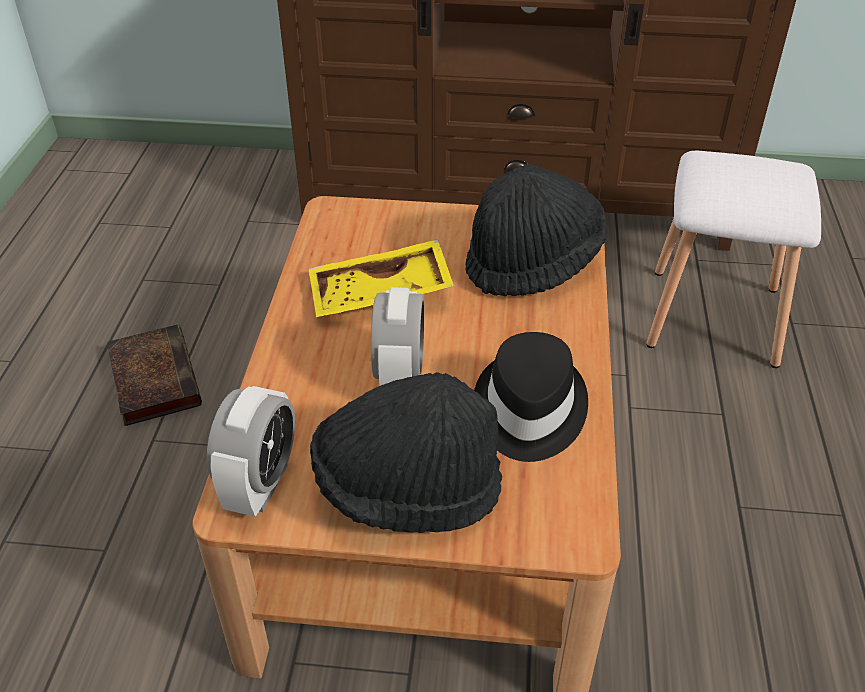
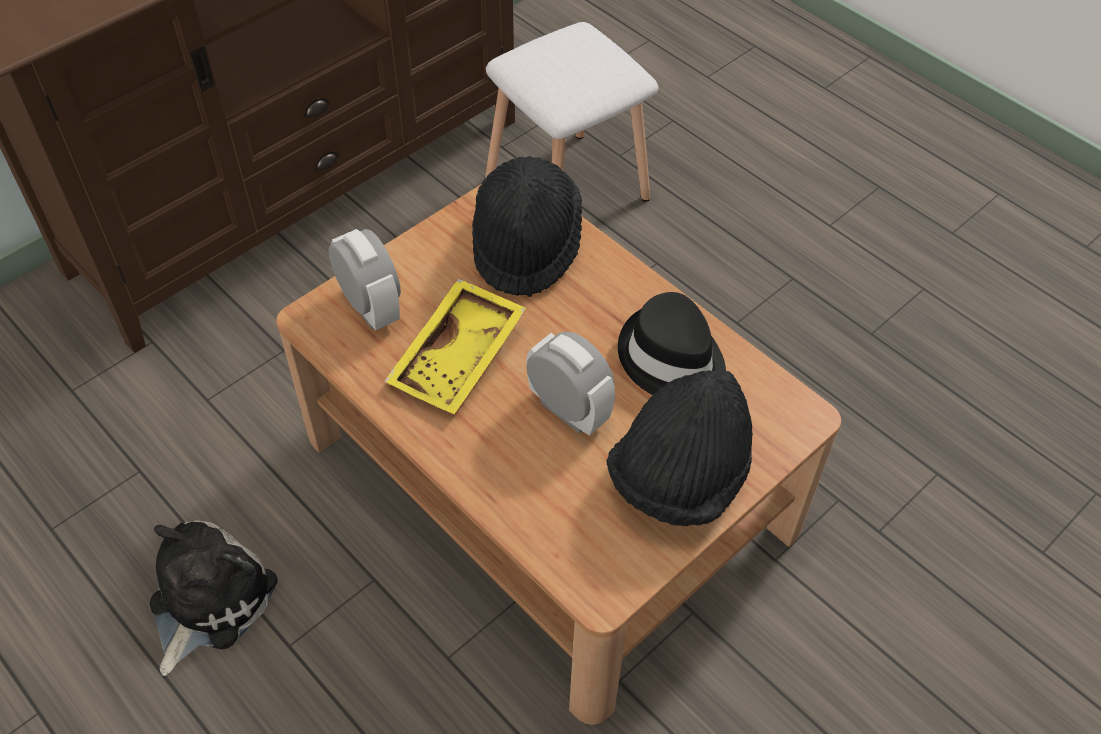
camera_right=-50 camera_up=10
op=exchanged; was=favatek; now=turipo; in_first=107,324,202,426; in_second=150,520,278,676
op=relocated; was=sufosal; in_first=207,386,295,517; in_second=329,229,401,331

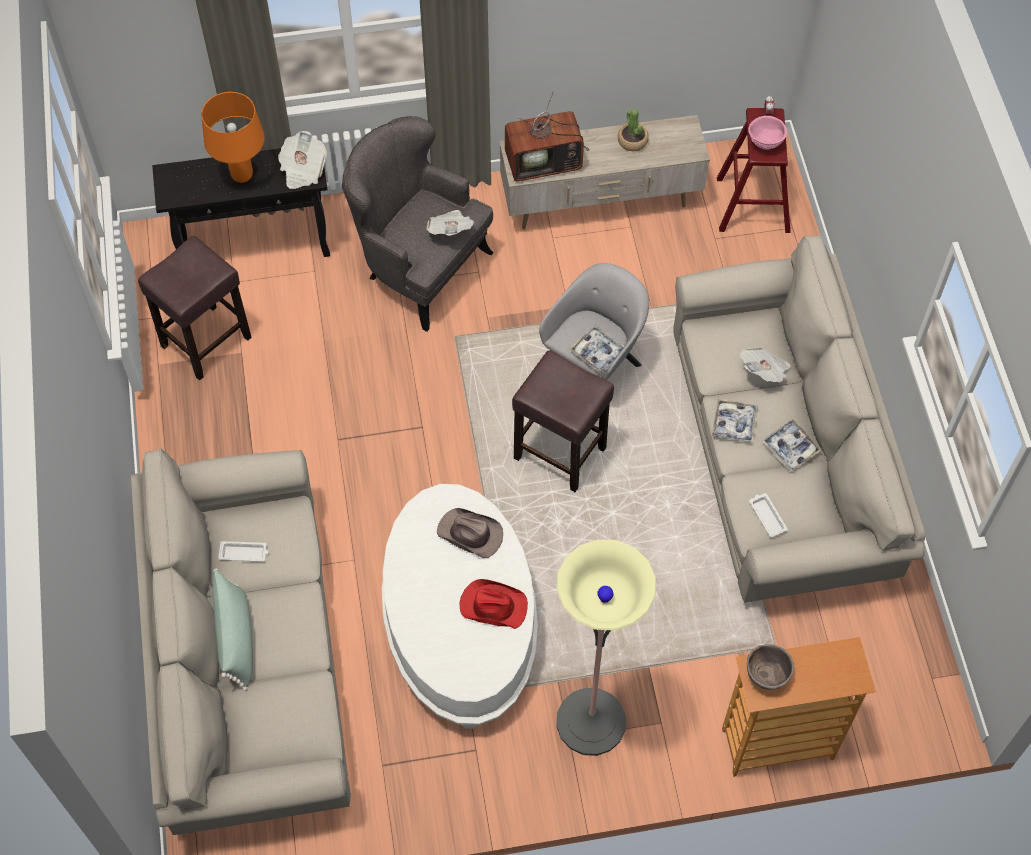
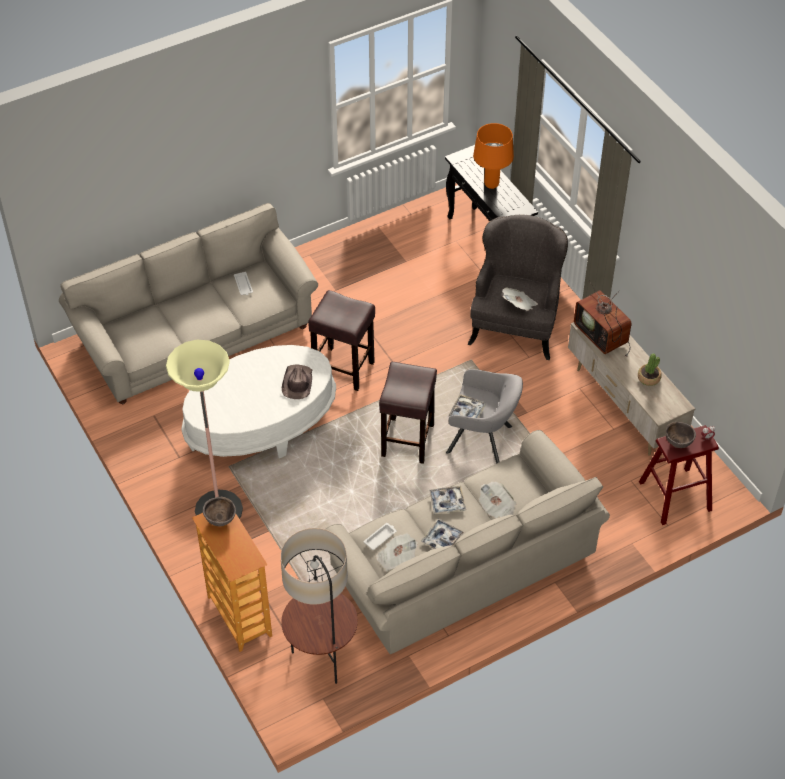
camera_right=70 camera_up=-10
op=colour; was=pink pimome; now=brown pimome; in_first=748,116,787,150; in_second=666,422,696,448
op=relocated; was=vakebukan; in_first=278,131,327,189; in_second=376,533,418,572
op=relocated; was=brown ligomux; in_first=138,236,252,380; in_second=308,290,375,391
op=missing; was=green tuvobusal; in_first=213,569,253,691
op=missing; was=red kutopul; in_first=459,579,528,629
op=appeared; now=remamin; in_second=281,528,358,684

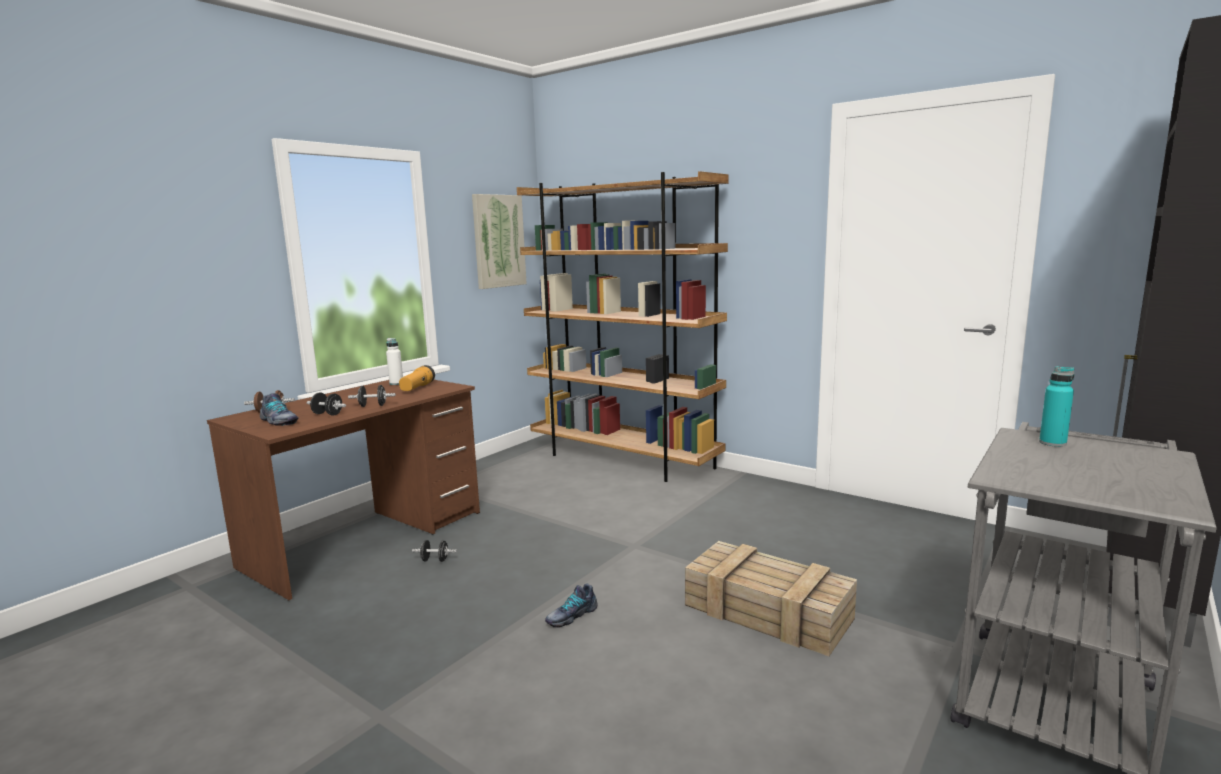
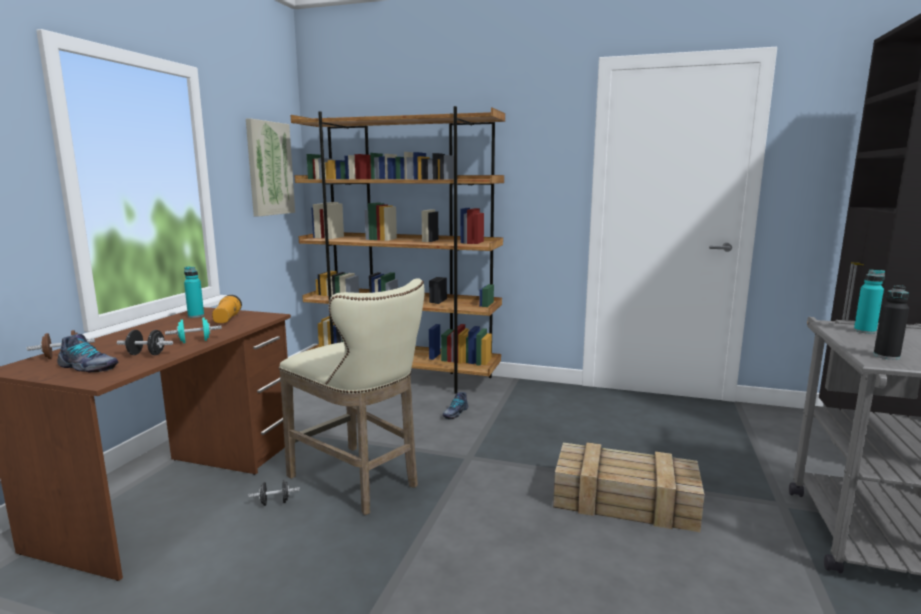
camera_right=-20 camera_up=0
op=colour; was=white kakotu; now=turquoise kakotu; in_first=386,338,403,385; in_second=184,266,204,318
op=colour; was=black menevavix; now=turquoise menevavix; in_first=348,385,396,407; in_second=165,317,222,343
op=relocated; was=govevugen; in_first=545,584,598,628; in_second=442,392,469,420
op=appeared; now=beige ligomux; in_second=279,278,425,515
op=appeared; now=black kakotu; in_second=873,285,909,360

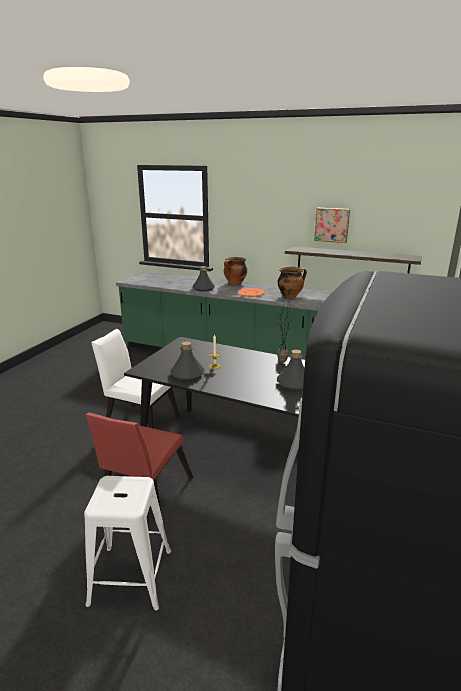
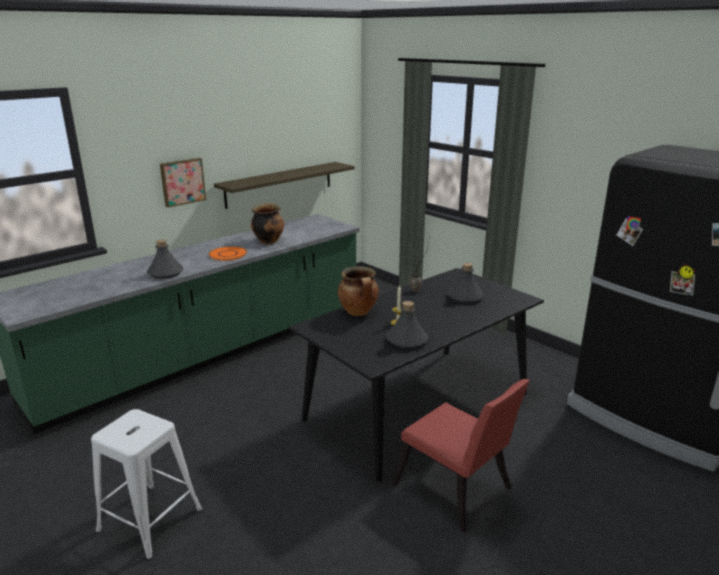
camera_right=-65 camera_up=0
op=relocated; was=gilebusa; in_first=314,208,350,243; in_second=160,158,206,207
op=relocated; was=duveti; in_first=224,257,247,285; in_second=338,266,379,316
op=missing; was=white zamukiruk; in_first=91,329,180,429
op=relocated; was=white ligomux; in_first=84,476,171,611; in_second=91,409,203,560

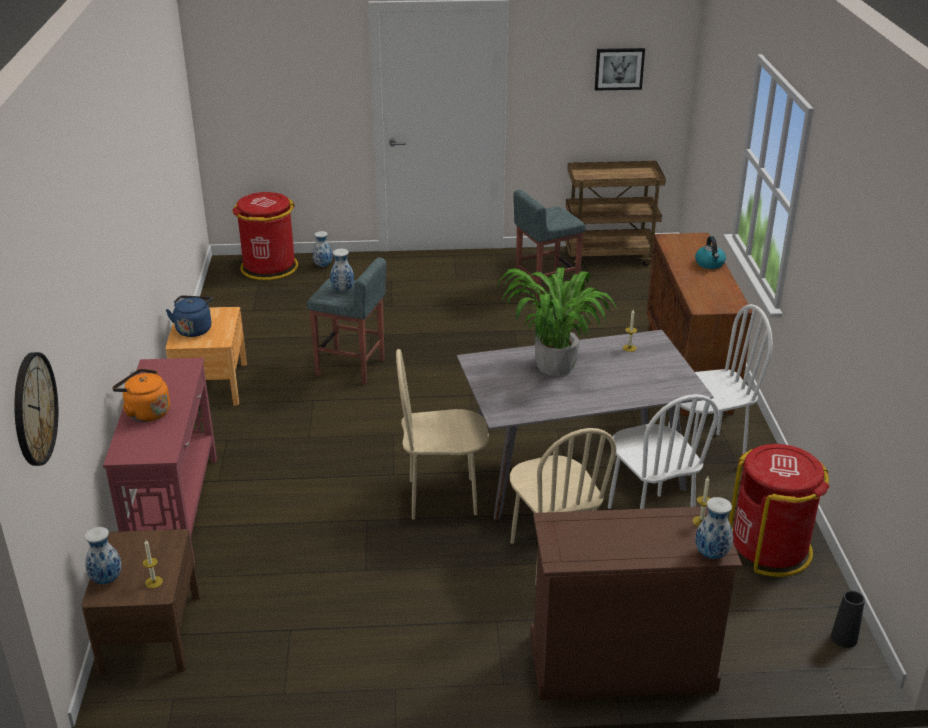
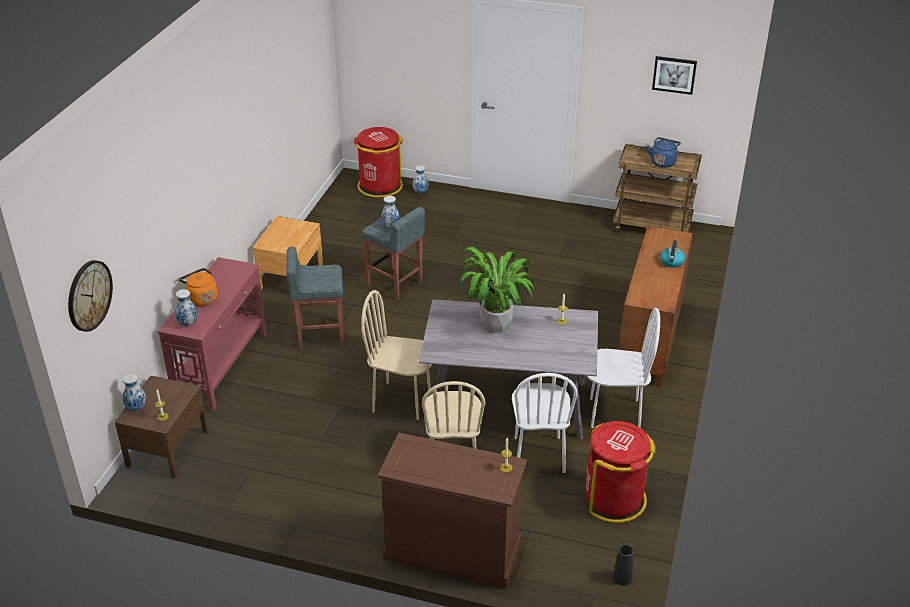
camera_right=20 camera_up=5
op=relocated; was=grey ligomux; in_first=513,190,586,301; in_second=286,247,344,349
op=relocated; was=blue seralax; in_first=166,296,213,337; in_second=647,137,681,168
op=relocated; was=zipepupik; in_first=695,497,733,559; in_second=175,289,198,326

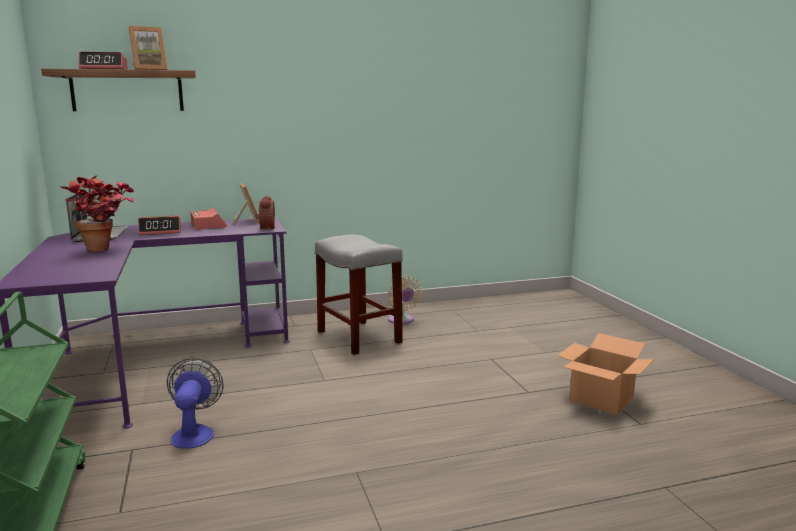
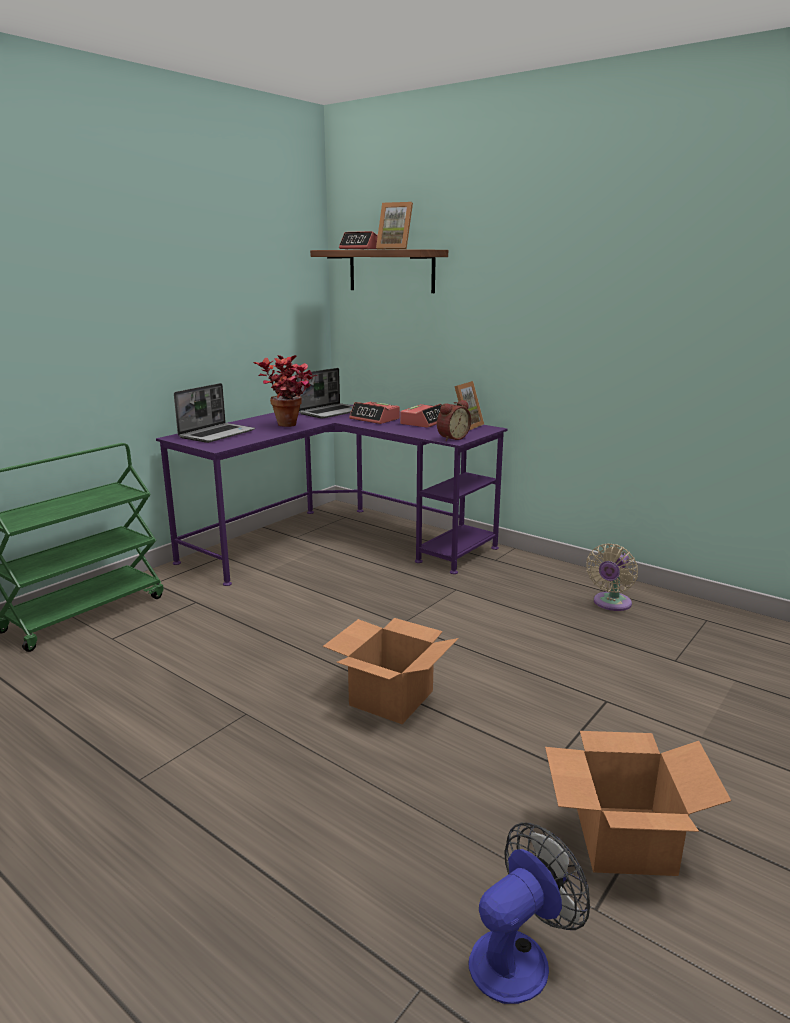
camera_right=55 camera_up=5
op=missing; was=grey ligomux; in_first=315,234,403,355
op=relocated; was=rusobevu; in_first=167,358,223,449; in_second=468,823,590,1004
op=appeared; now=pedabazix; in_second=174,383,255,443
op=appeared; now=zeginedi; in_second=323,618,459,724

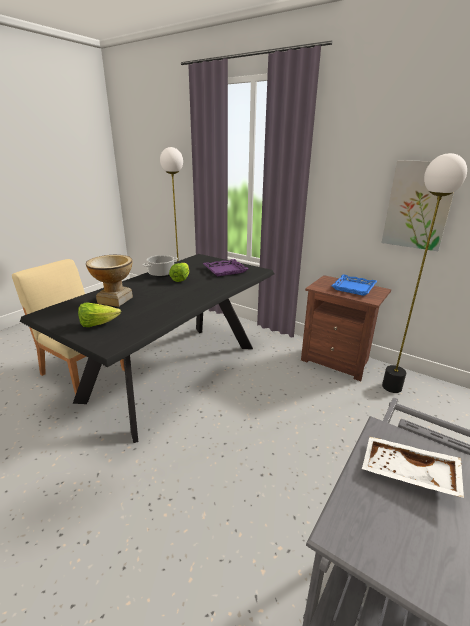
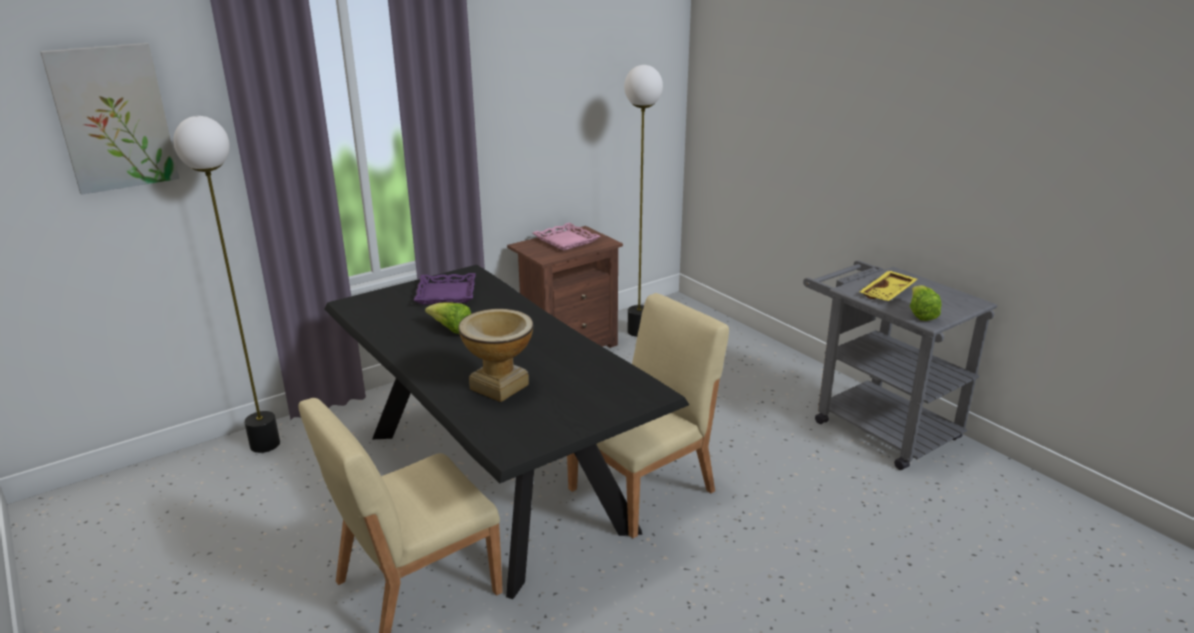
camera_right=-70 camera_up=0
op=relocated; was=gilebusa; in_first=381,160,454,251; in_second=40,43,179,195
op=missing; was=duveti; in_first=142,255,178,277
op=colour; was=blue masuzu; now=pink masuzu; in_first=331,274,377,296; in_second=533,223,600,251
op=relocated; was=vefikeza; in_first=78,302,121,327; in_second=910,285,941,321
op=colour; was=white masuzu; now=yellow masuzu; in_first=362,437,464,498; in_second=859,270,918,301
op=appeared; now=beige zamukiruk; in_second=567,293,729,538

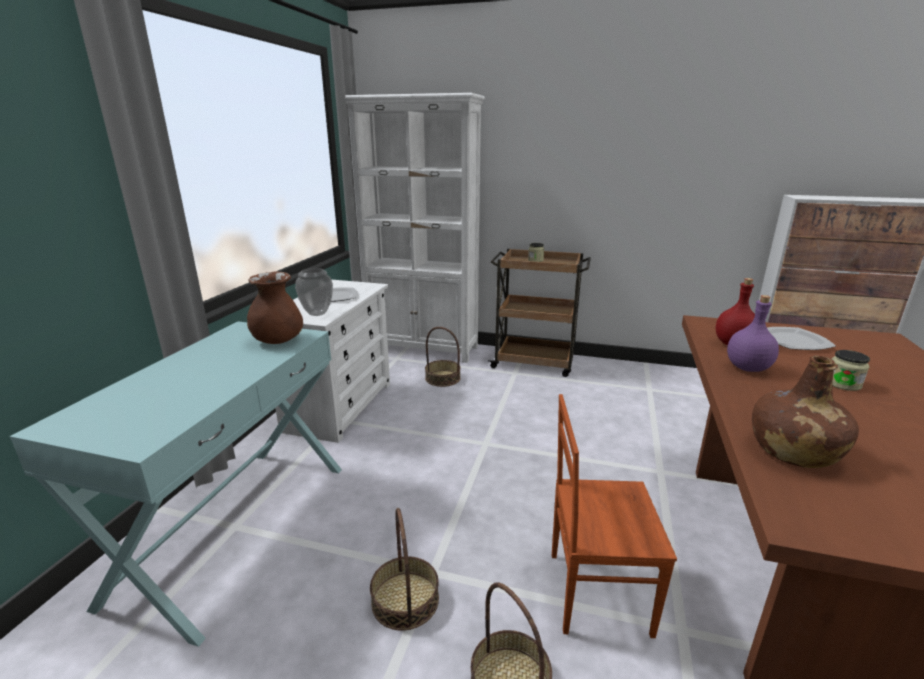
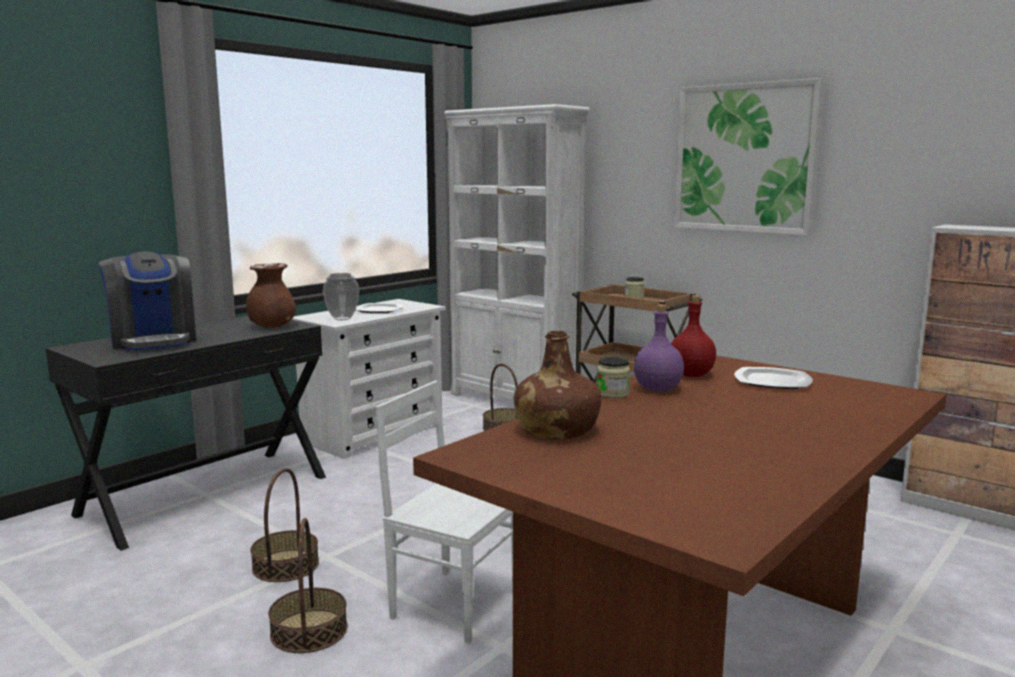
camera_right=25 camera_up=-10
op=colour; was=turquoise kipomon; now=black kipomon; in_first=9,321,342,647; in_second=45,316,326,551
op=relocated; was=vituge; in_first=832,350,870,391; in_second=597,357,630,398
op=colour; was=brown zamukiruk; now=white zamukiruk; in_first=552,394,677,638; in_second=376,381,513,644
op=appeared; now=gilebusa; in_second=674,78,823,235
op=appeared; now=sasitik; in_second=98,251,196,351

